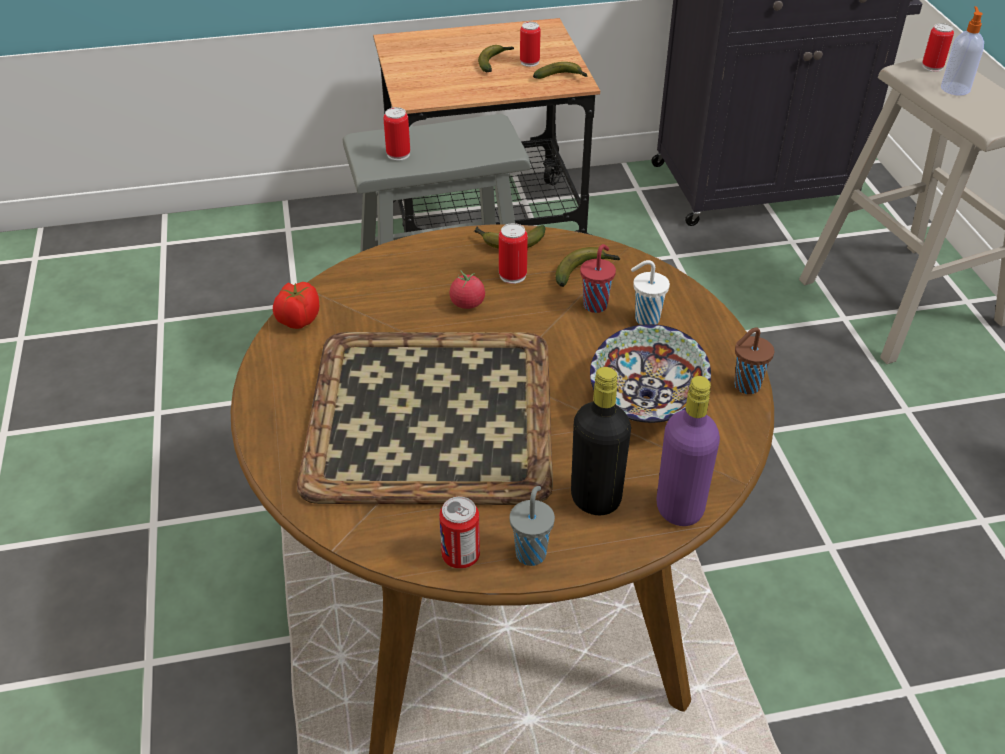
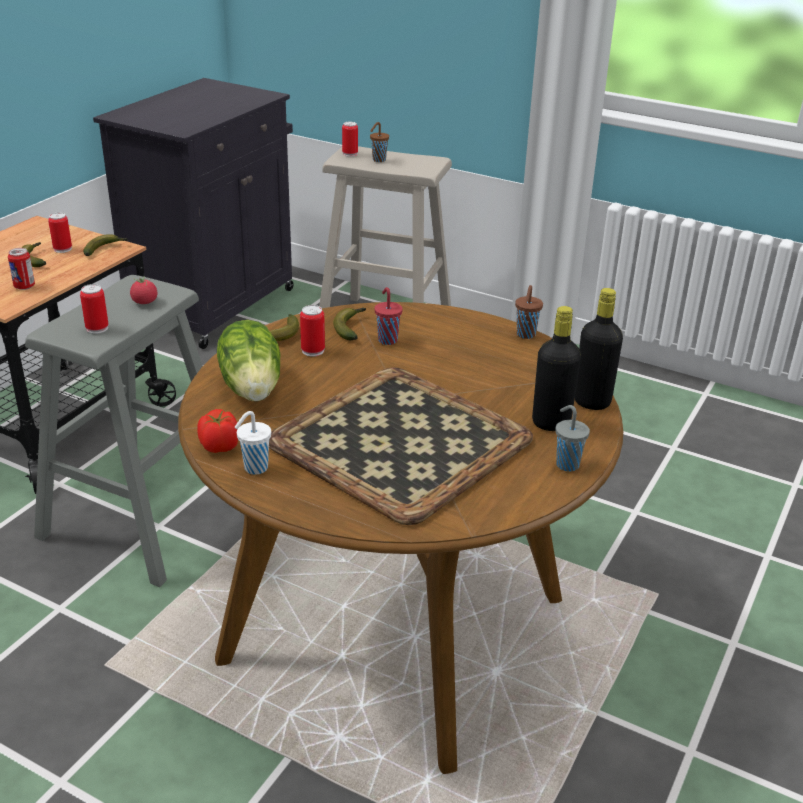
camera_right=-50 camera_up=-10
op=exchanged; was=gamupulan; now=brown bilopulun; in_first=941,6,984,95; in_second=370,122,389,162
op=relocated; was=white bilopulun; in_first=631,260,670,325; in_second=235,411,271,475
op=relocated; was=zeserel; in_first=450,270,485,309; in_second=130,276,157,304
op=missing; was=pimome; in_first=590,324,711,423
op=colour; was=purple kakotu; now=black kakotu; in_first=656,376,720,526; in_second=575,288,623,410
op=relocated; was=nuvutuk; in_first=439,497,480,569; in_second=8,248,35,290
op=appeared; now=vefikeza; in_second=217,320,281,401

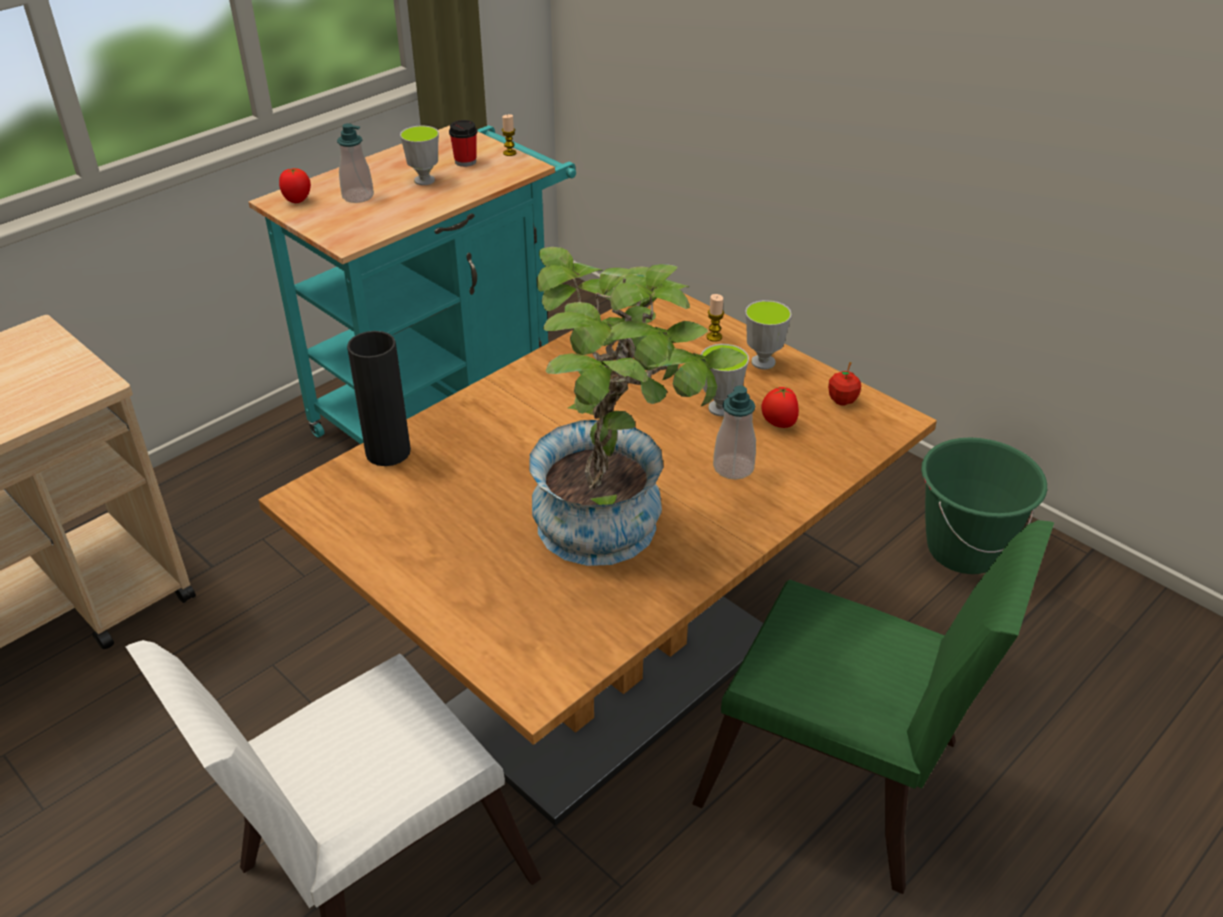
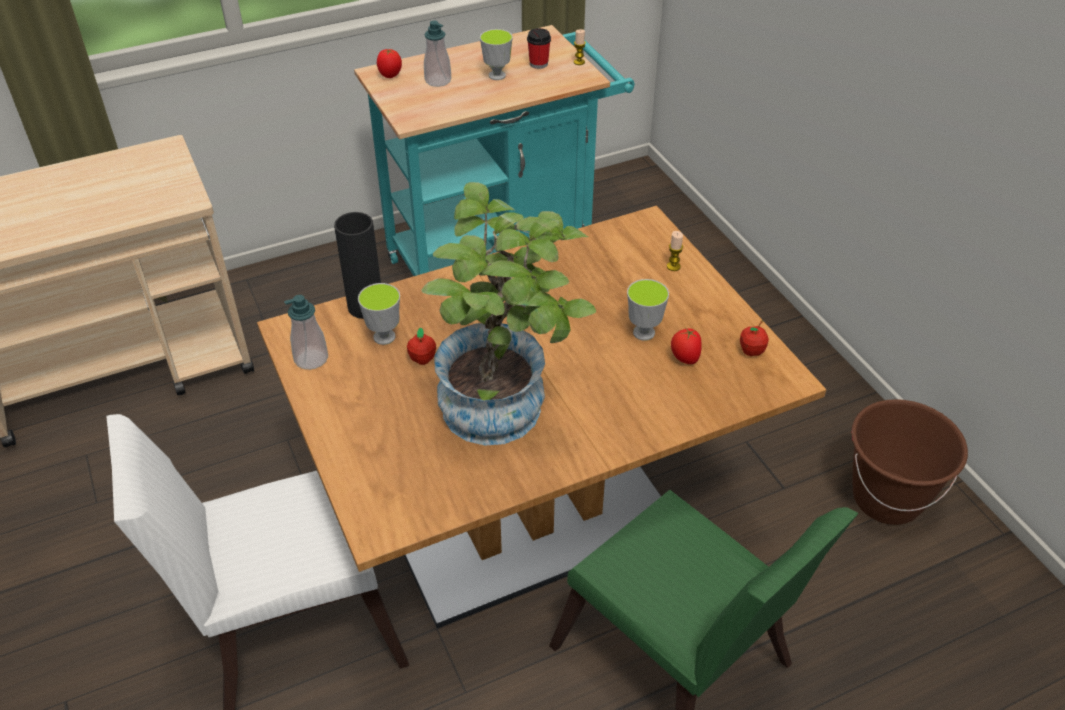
camera_right=20 camera_up=5
op=relocated; was=bilopulun; in_first=745,300,792,369; in_second=358,283,400,345
op=relocated; was=gamupulan; in_first=713,386,756,480; in_second=284,295,328,370
op=colour; was=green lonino; now=brown lonino; in_first=921,438,1047,574; in_second=851,399,968,525
op=appeared; now=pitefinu; in_second=407,328,436,365

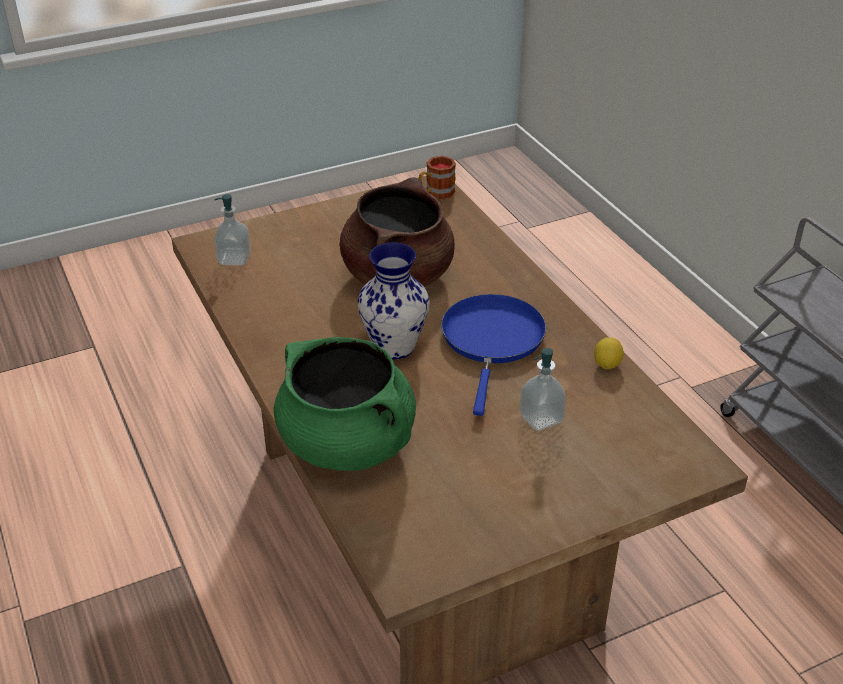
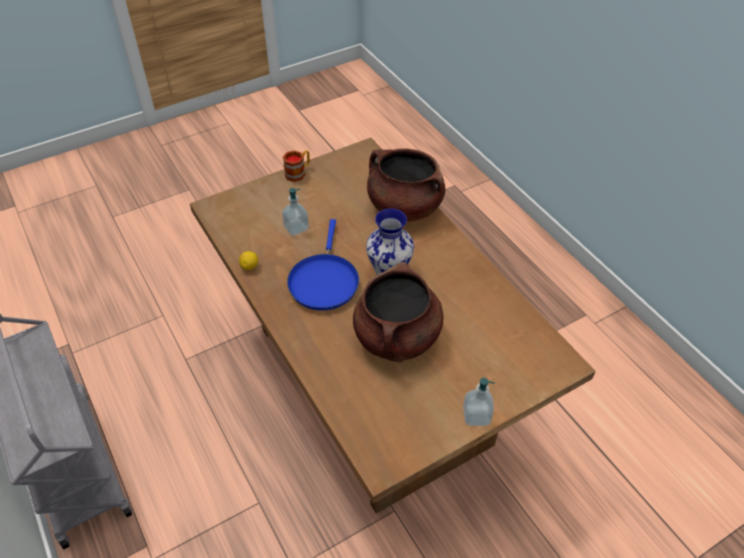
camera_right=175 camera_up=10
op=relocated; was=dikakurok; in_first=418,156,456,199; in_second=283,150,310,182
op=relocated; was=gamupulan; in_first=214,194,251,266; in_second=463,378,495,426
op=colour; was=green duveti; now=brown duveti; in_first=274,337,416,471; in_second=367,148,445,221

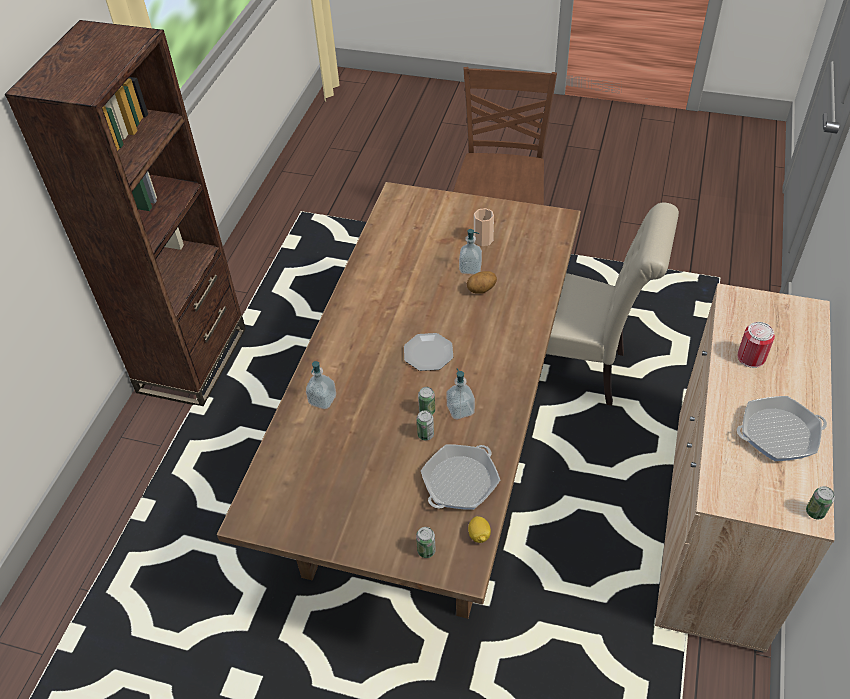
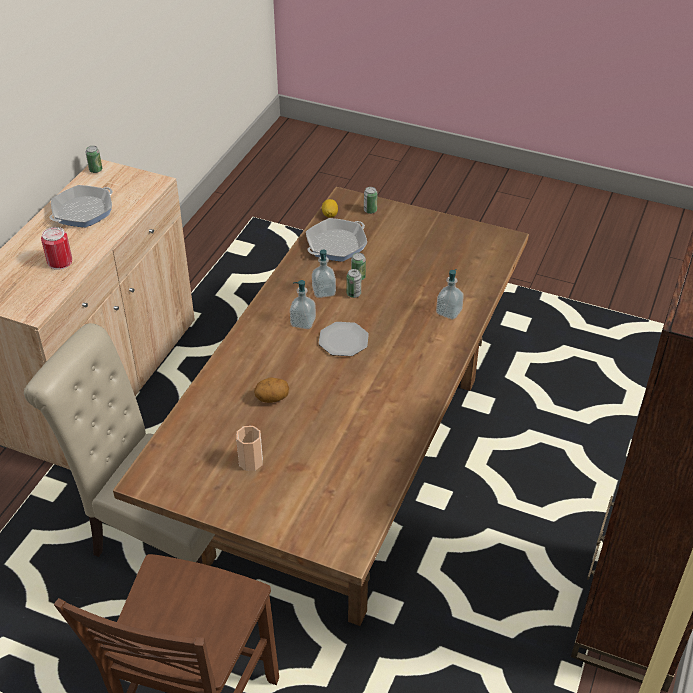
camera_right=-175 camera_up=-5
op=relocated; was=gamupulan; in_first=459,229,482,274; in_second=290,280,316,329
op=spun; was=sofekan; in_first=737,396,827,461; in_second=50,185,113,227; clockwise=135

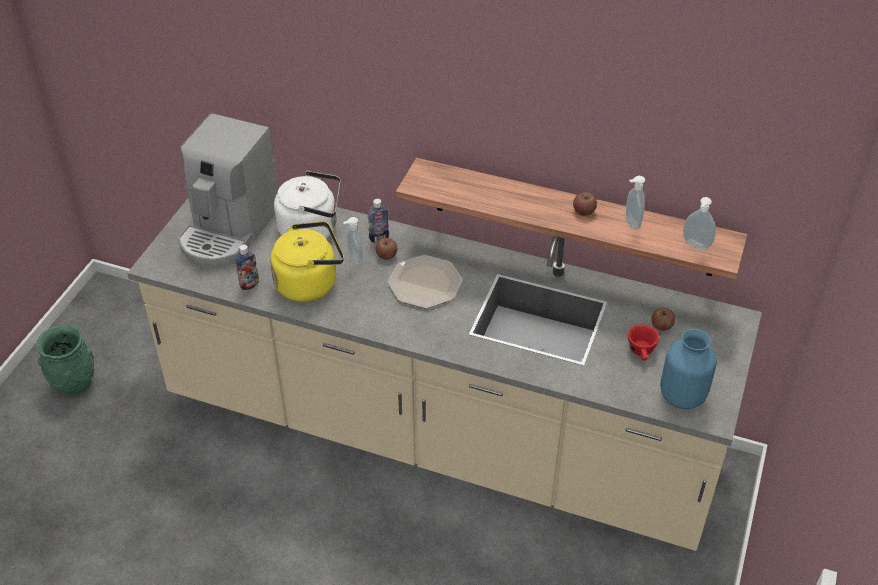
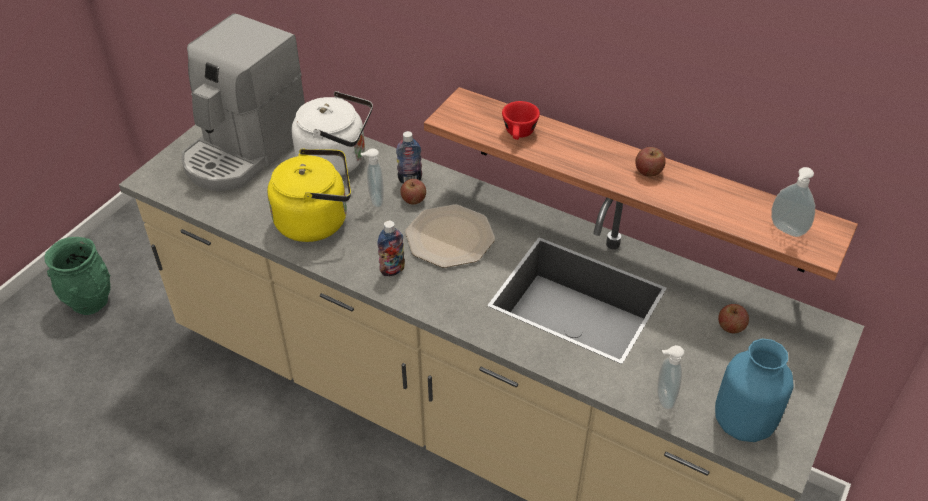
camera_right=10 camera_up=0
op=relocated; was=gamupulan; in_first=626,176,645,230; in_second=657,345,684,410
op=relocated; was=kakotu; in_first=236,244,259,290; in_second=377,221,405,276
op=relocated; was=red bilopulun; in_first=628,324,659,361; in_second=502,101,540,140

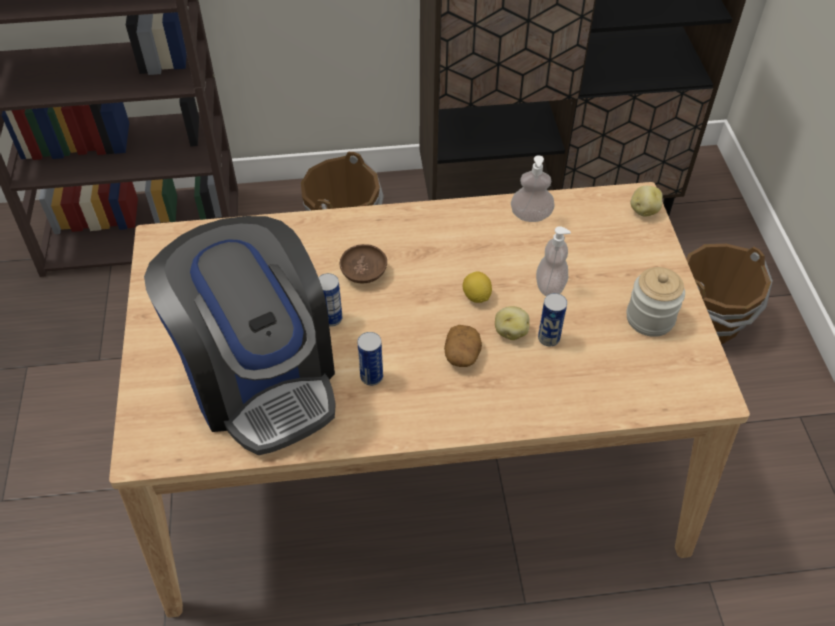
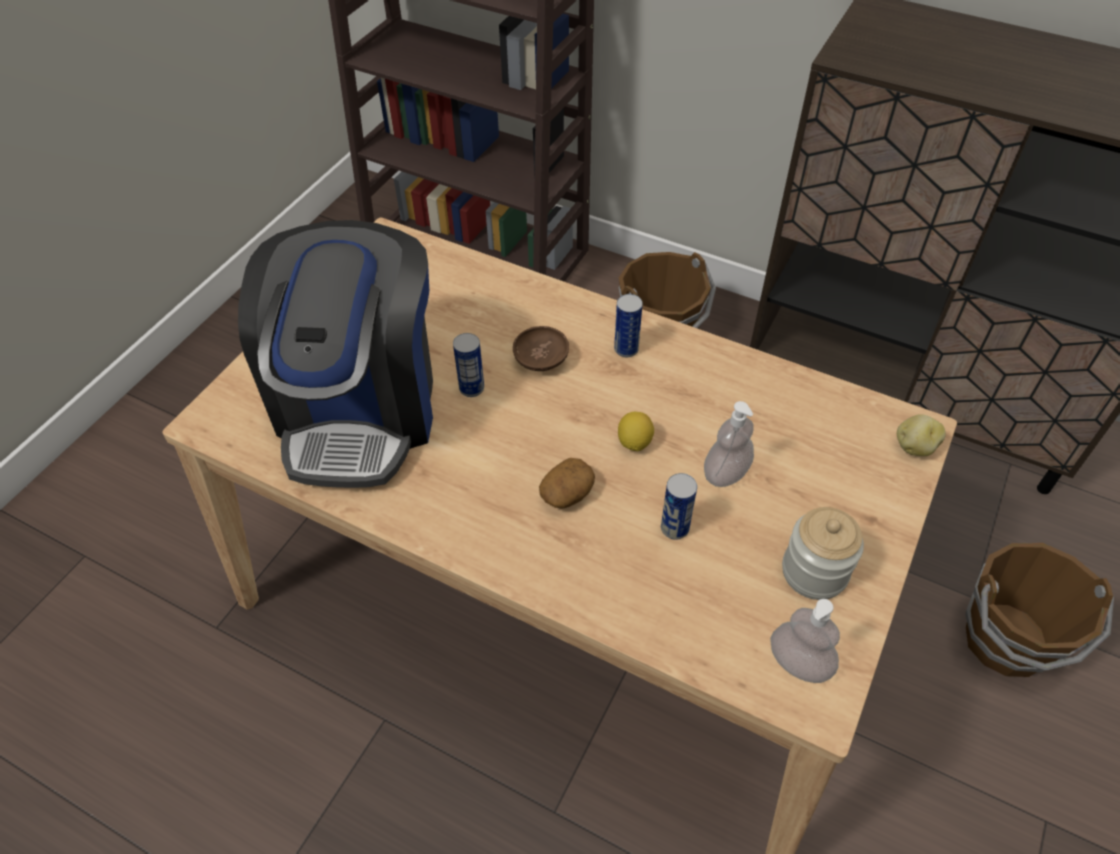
camera_right=35 camera_up=0
op=relocated; was=gamupulan; in_first=511,155,555,222; in_second=770,599,840,683
op=missing; was=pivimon; in_first=495,306,530,340
op=relocated; was=nuvutuk; in_first=357,332,383,386; in_second=614,294,643,357

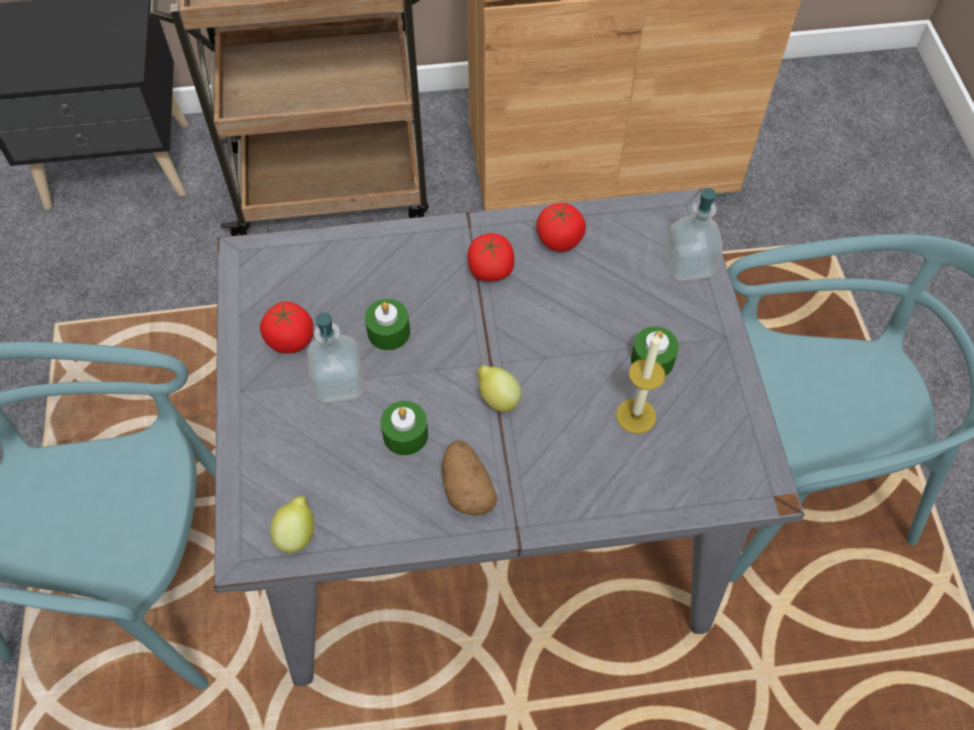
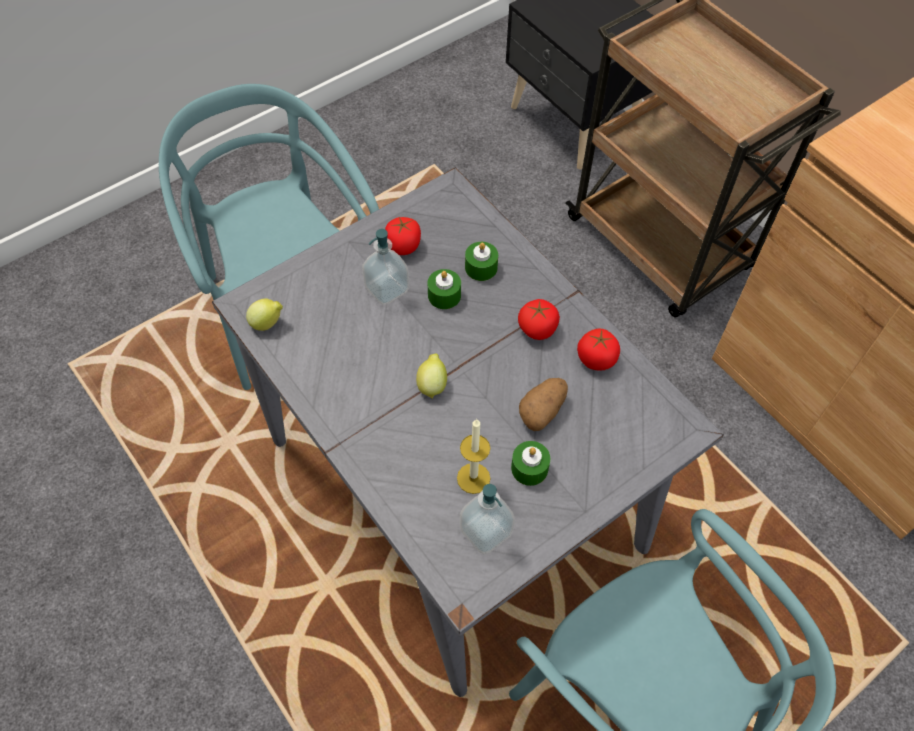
camera_right=60 camera_up=0
op=relocated; was=gamupulan; in_first=664,188,727,281; in_second=460,484,515,554
op=relocated; was=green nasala; in_first=380,401,428,455; in_second=465,242,498,281
op=relocated; was=pivimon; in_first=442,440,497,516; in_second=519,378,568,431

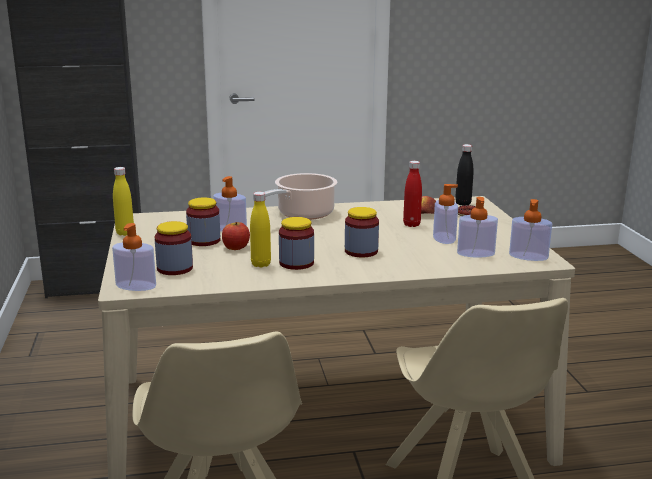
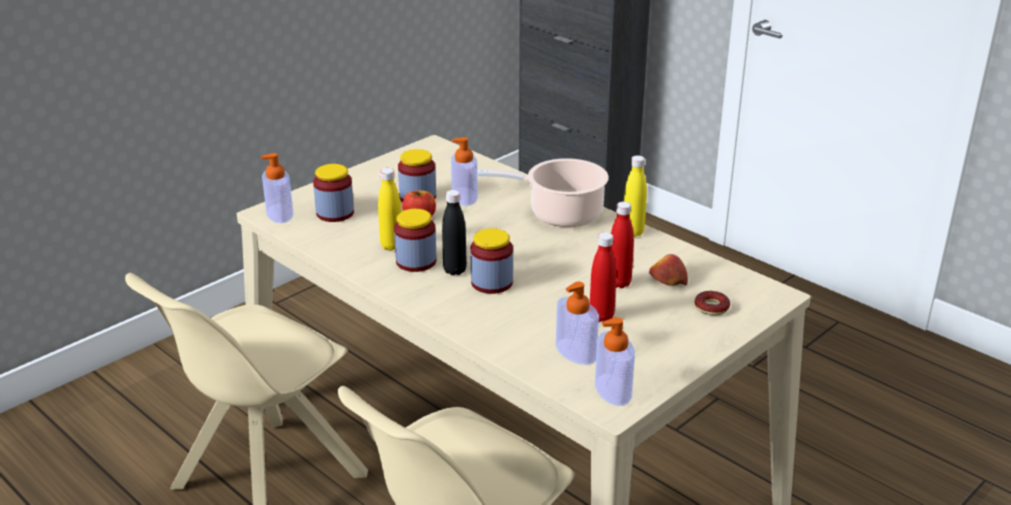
camera_right=55 camera_up=10
op=relocated; was=black kakotu; in_first=455,144,474,205; in_second=442,190,467,275
op=relocated; was=yellow kakotu; in_first=113,167,134,236; in_second=624,155,647,237
op=exchanged; was=gamupulan; now=red kakotu; in_first=433,184,458,244; in_second=590,232,617,322

